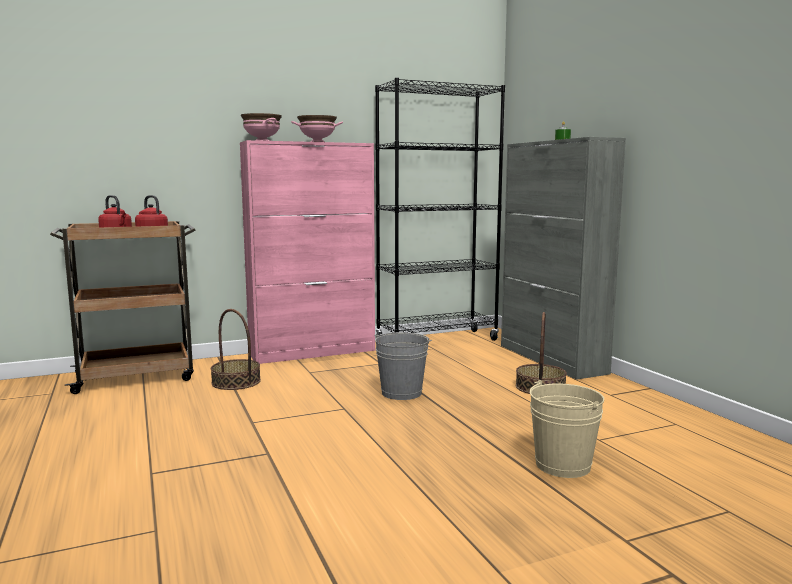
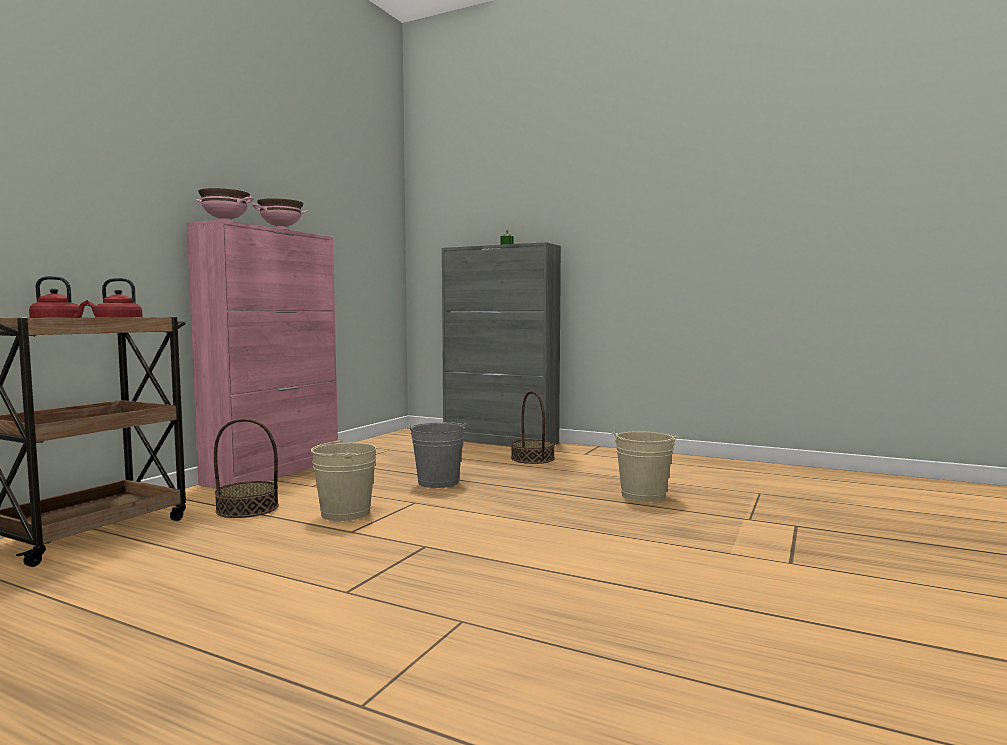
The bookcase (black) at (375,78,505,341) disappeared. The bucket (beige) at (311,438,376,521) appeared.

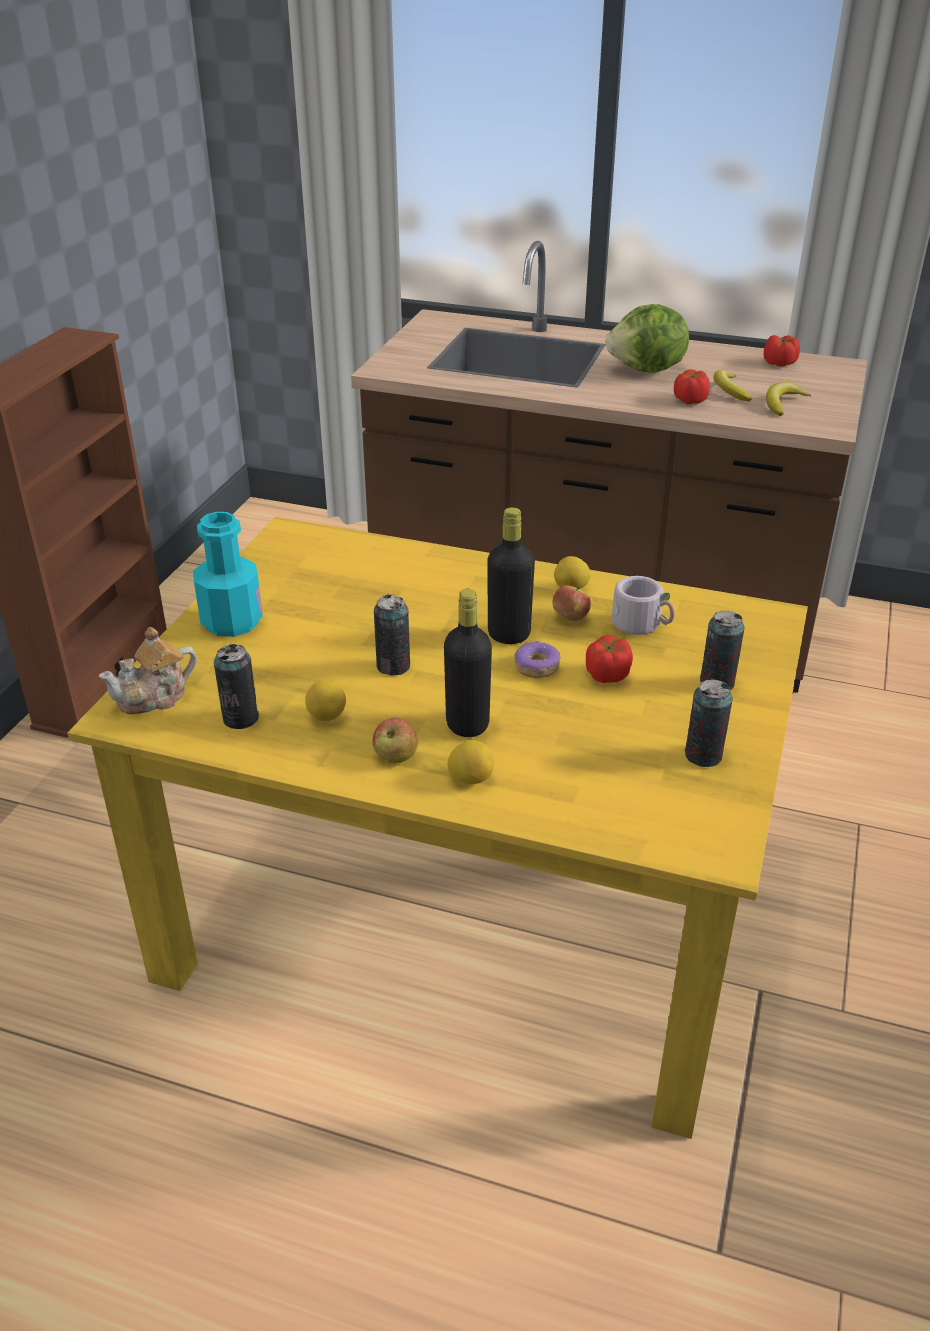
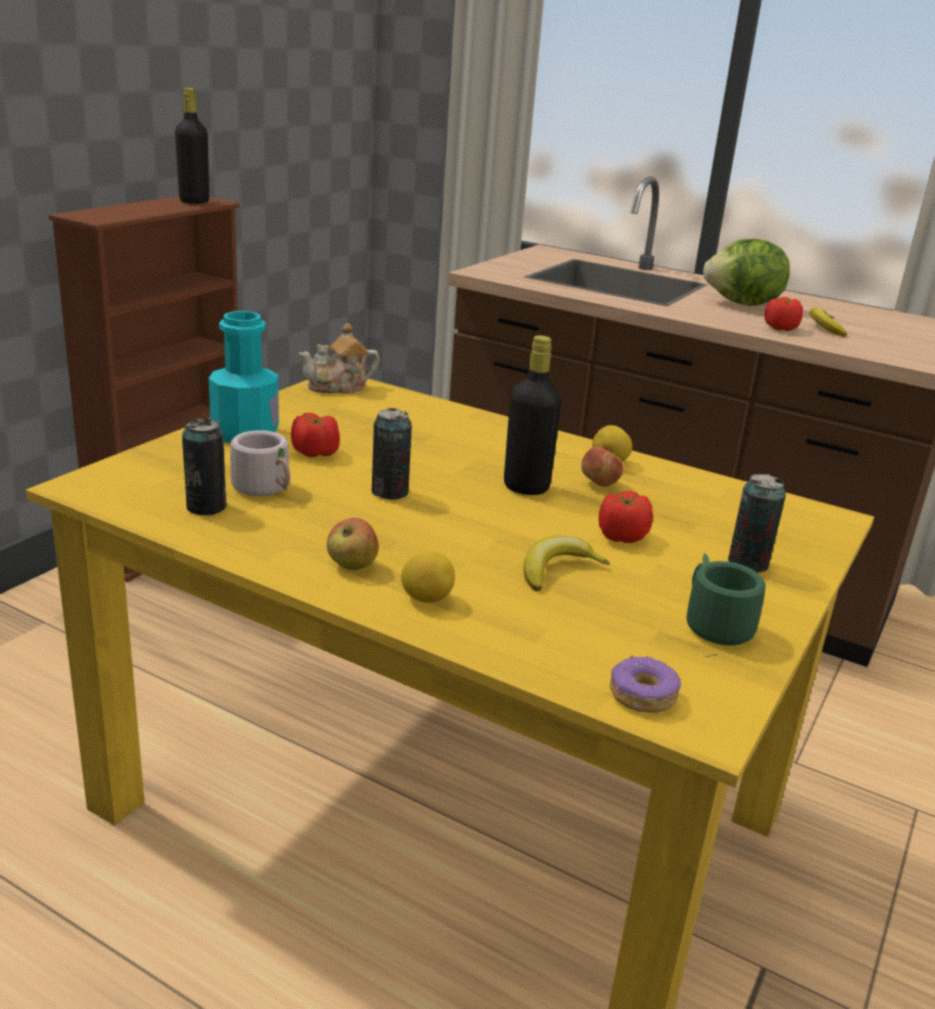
The lemon at (305,681,346,721) disappeared. The teapot moved from (98,627,197,714) to (298,323,380,394). The bottle (black) moved from (444,589,492,737) to (175,88,209,204). The donut moved from (514,641,560,678) to (610,655,681,713). The mug (grey) moved from (612,576,675,635) to (230,430,290,496). The tomato moved from (764,335,800,367) to (291,413,340,457). The banana moved from (766,382,811,416) to (523,535,610,591). The can at (685,679,733,767) was replaced by the mug (green) at (687,553,765,657).

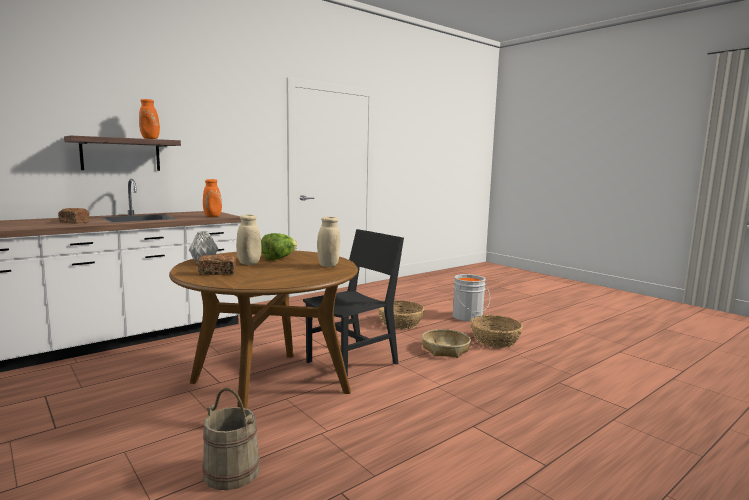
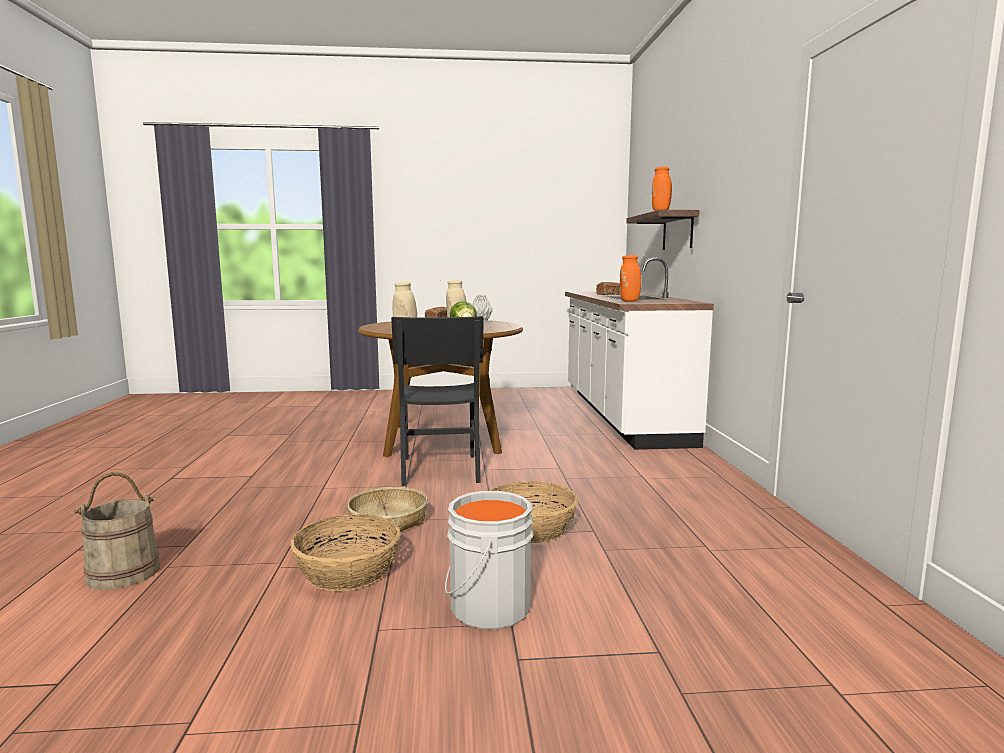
The bucket (beige) moved from (202,388,260,490) to (74,472,160,590).

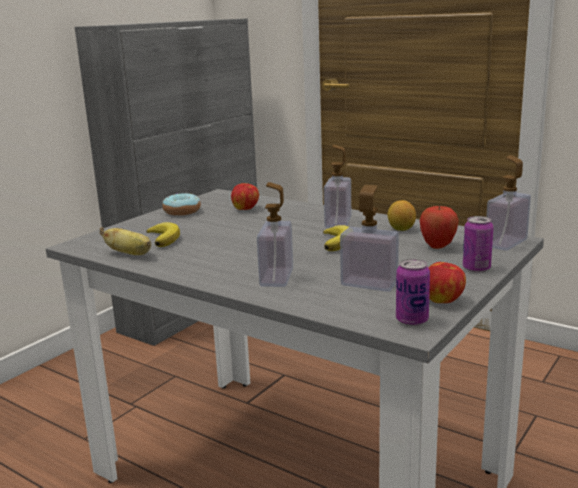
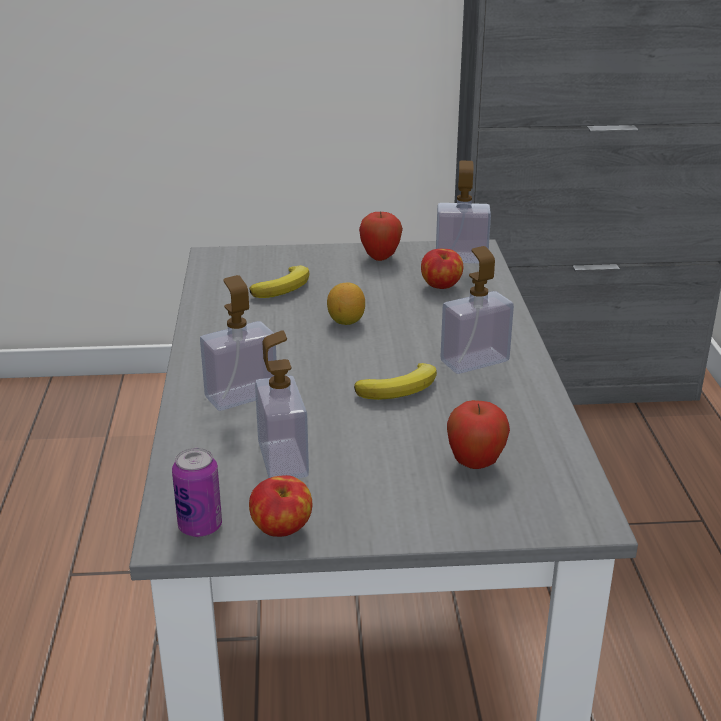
The banana at (100,227,151,255) disappeared. The can at (463,216,493,273) disappeared. The lemon moved from (388,200,416,231) to (327,283,365,325). The soap dispenser moved from (486,155,531,251) to (436,161,491,263). The donut at (162,193,201,216) was replaced by the apple at (359,212,403,261).

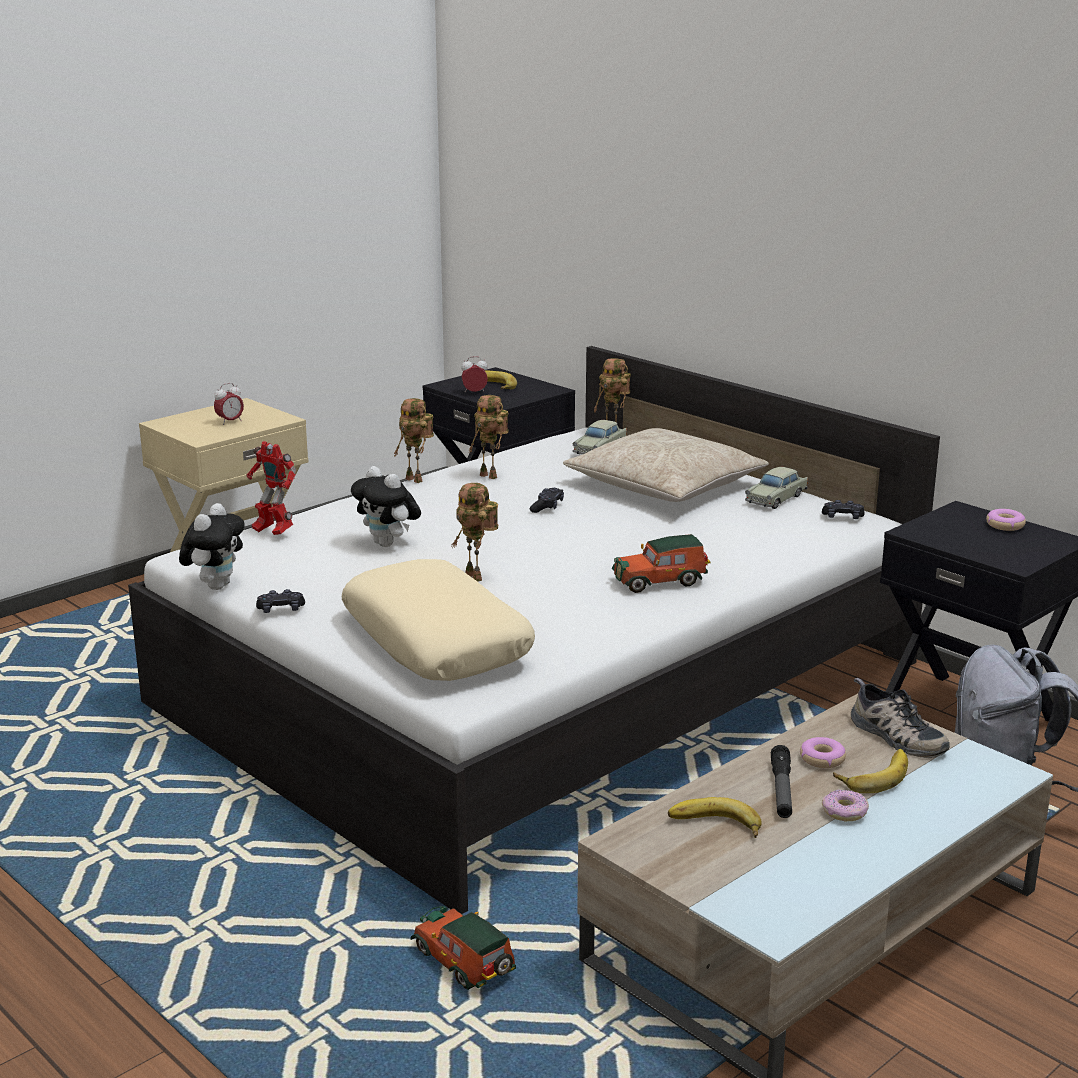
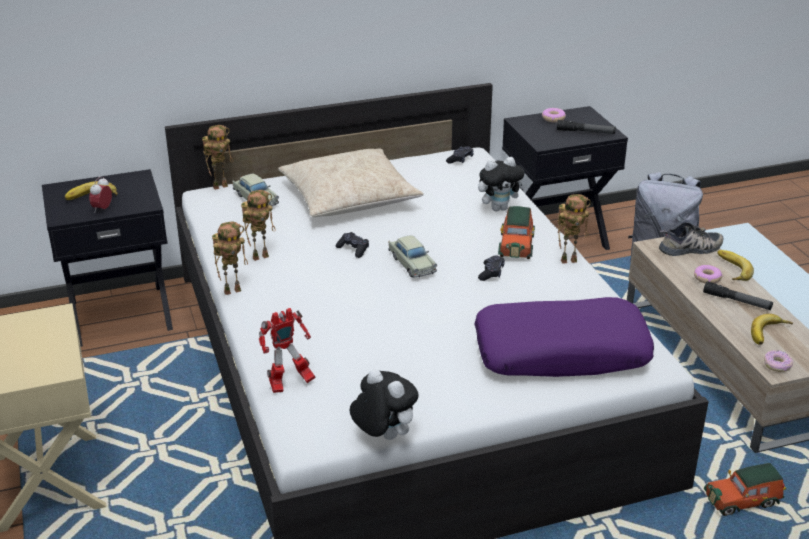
The alarm clock at (214,383,244,425) disappeared. The flashlight at (557,120,616,134) appeared. The game controller (black) moved from (256,589,305,613) to (478,255,505,281). The plush toy moved from (351,466,421,547) to (478,157,526,211). The toy robot moved from (452,483,498,582) to (558,194,591,264). The toy car (beige) moved from (745,467,808,509) to (389,235,437,278). The donut moved from (822,789,869,821) to (764,350,793,372). The pillow (beige) at (342,559,535,681) became the pillow (purple) at (474,297,654,377).

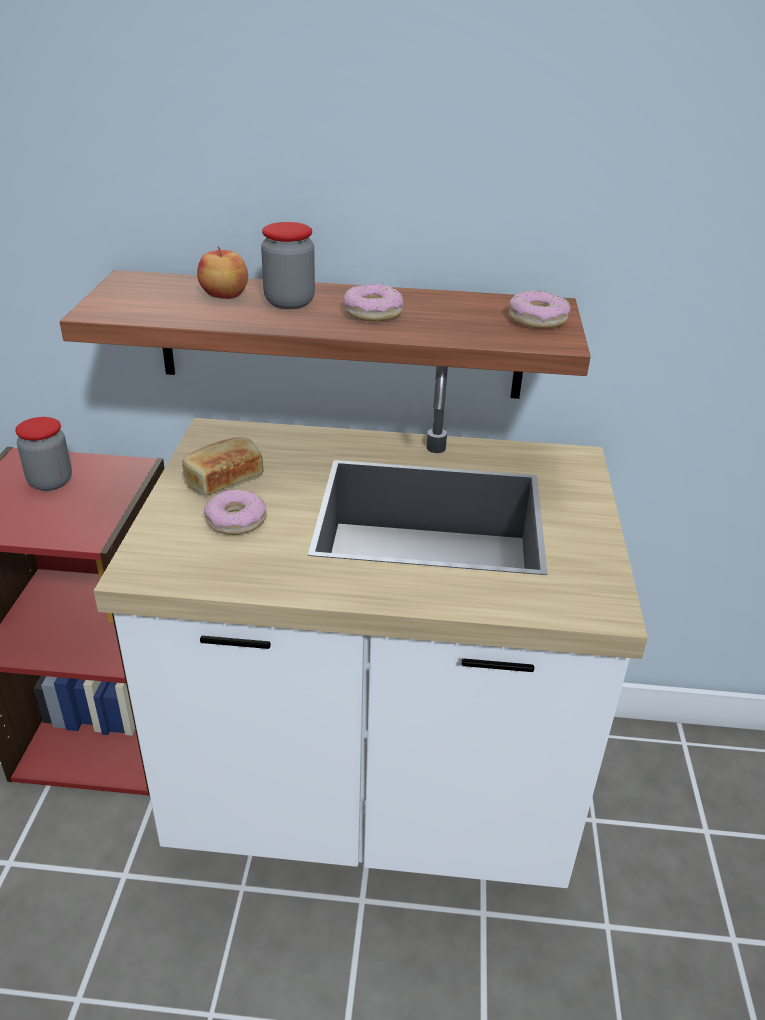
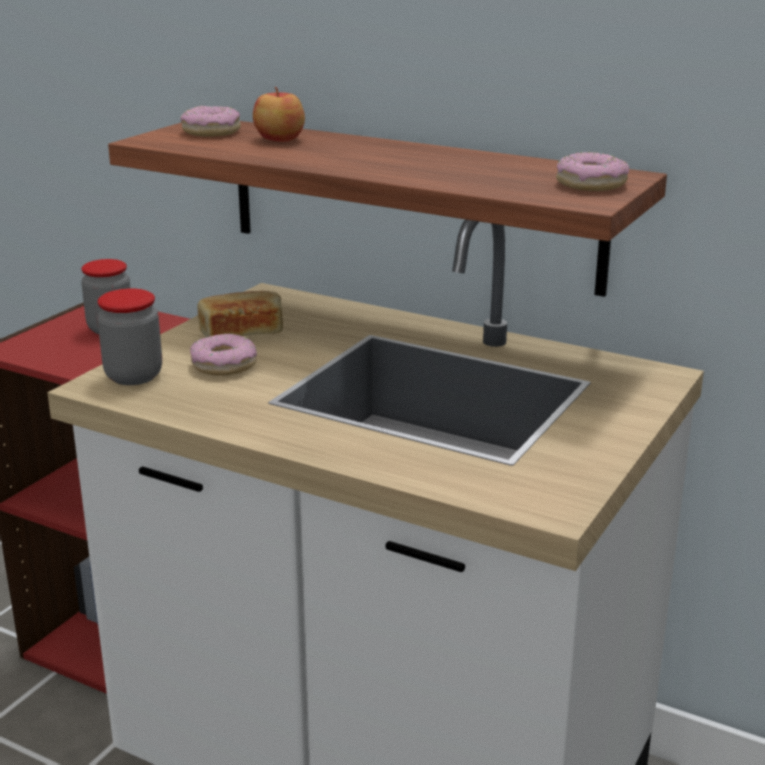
The jar moved from (261,222,315,309) to (97,288,162,385). The donut moved from (344,284,403,321) to (180,106,241,137).

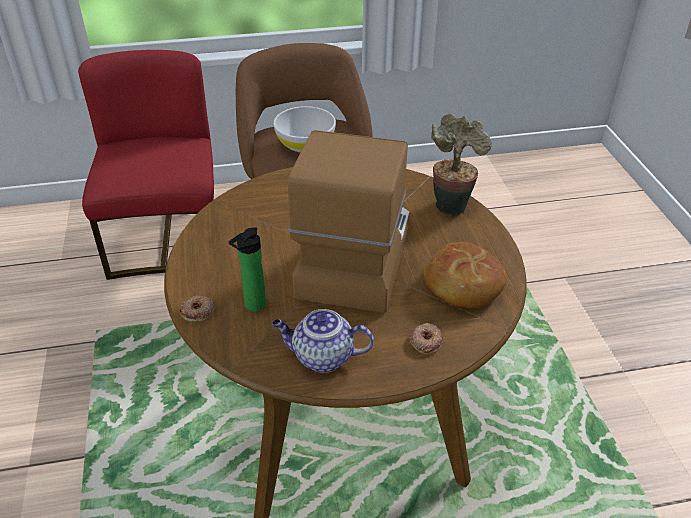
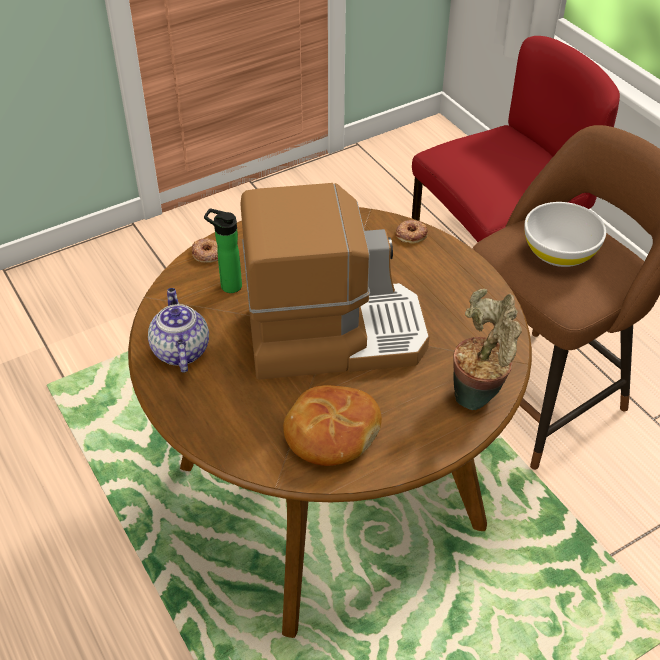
The donut moved from (409,323,443,354) to (395,220,428,244).

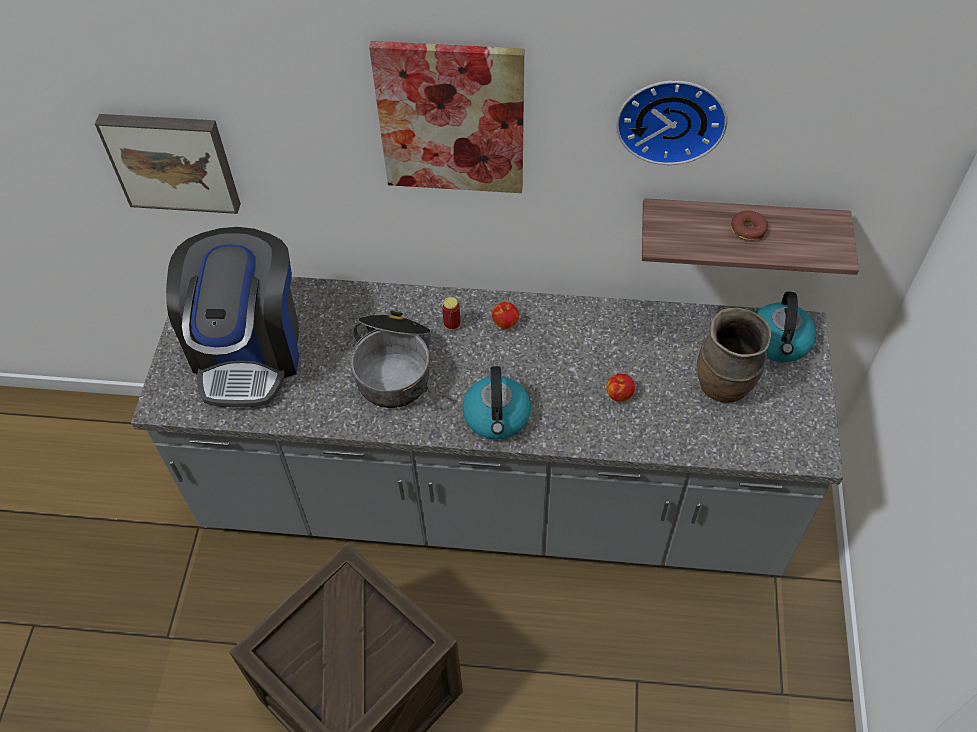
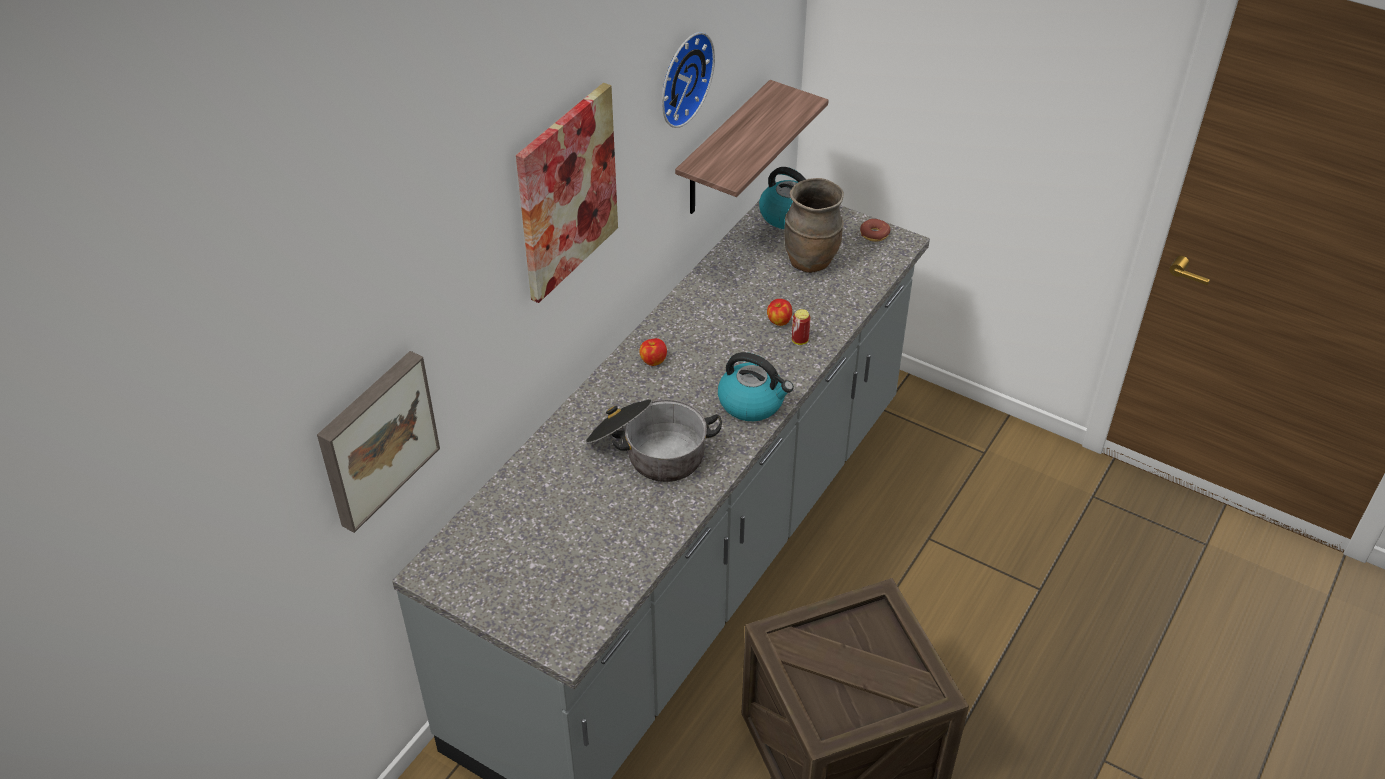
The coffee machine at (166,227,299,407) disappeared. The can moved from (442,297,460,330) to (792,309,810,345). The donut moved from (731,210,768,241) to (860,219,890,242).

